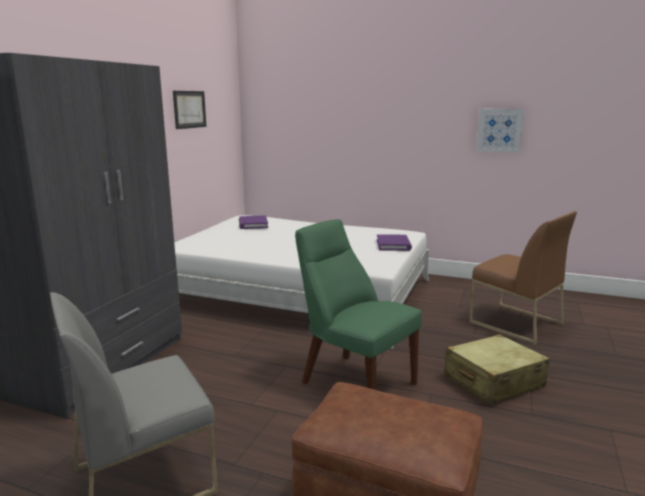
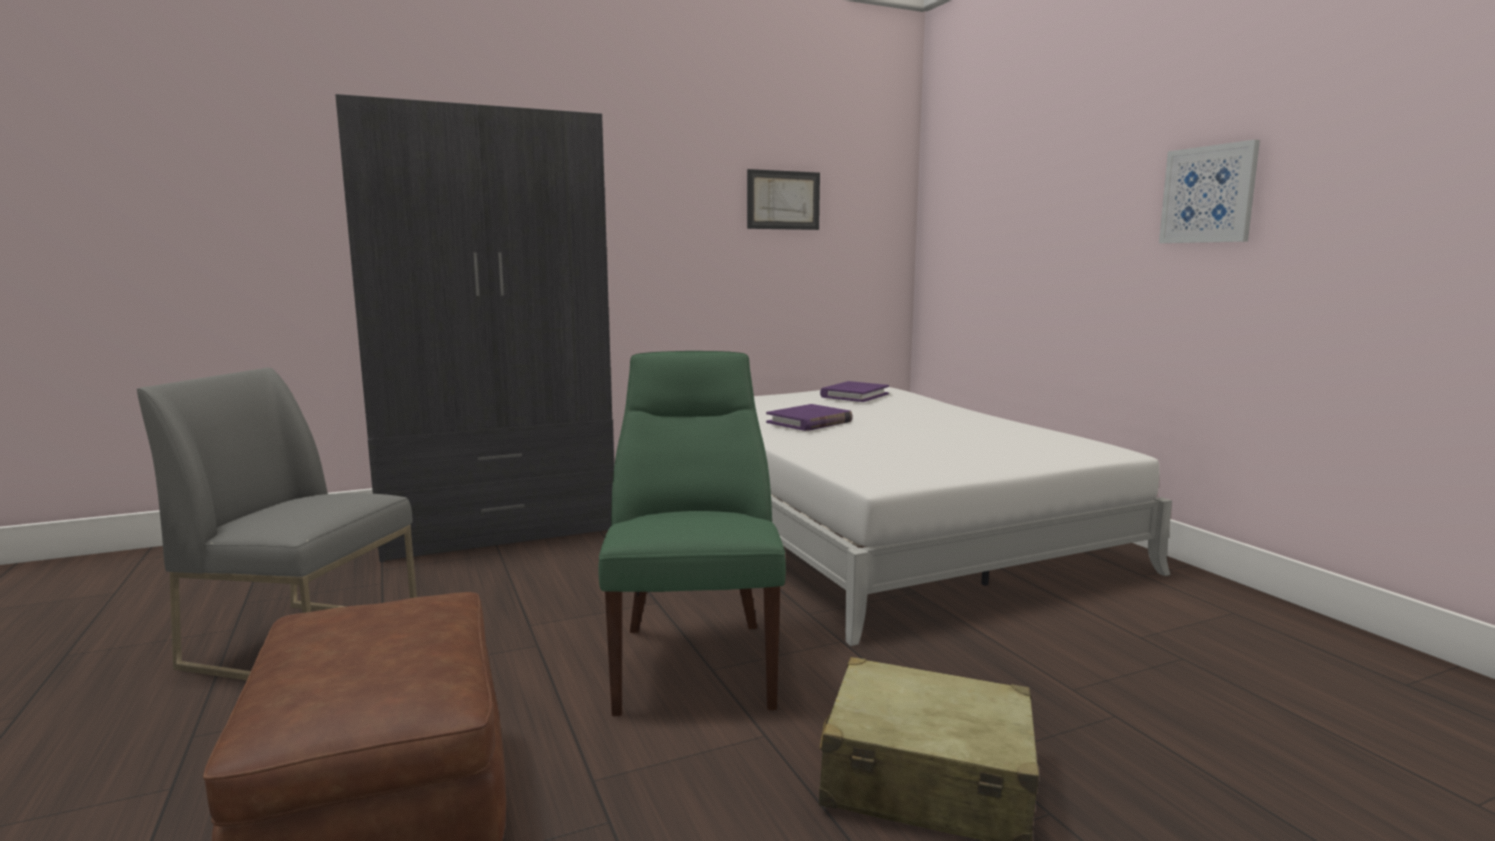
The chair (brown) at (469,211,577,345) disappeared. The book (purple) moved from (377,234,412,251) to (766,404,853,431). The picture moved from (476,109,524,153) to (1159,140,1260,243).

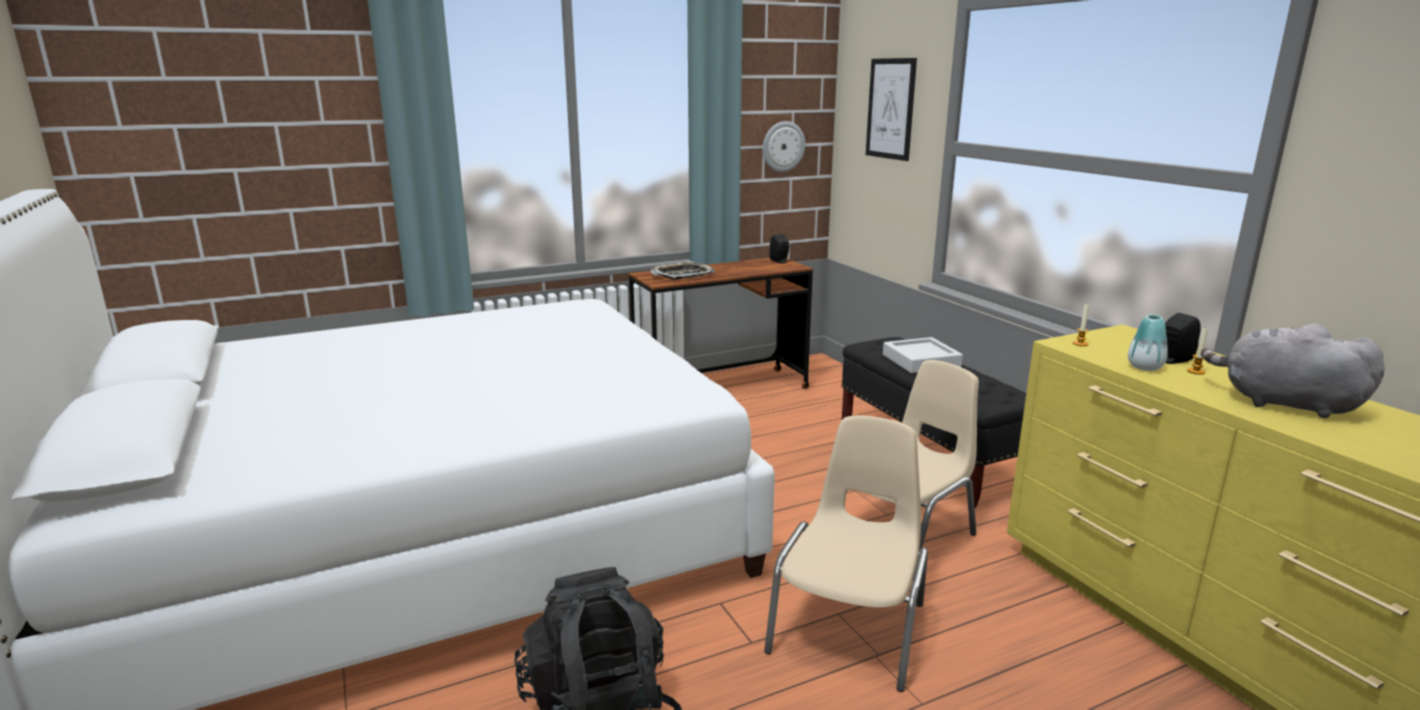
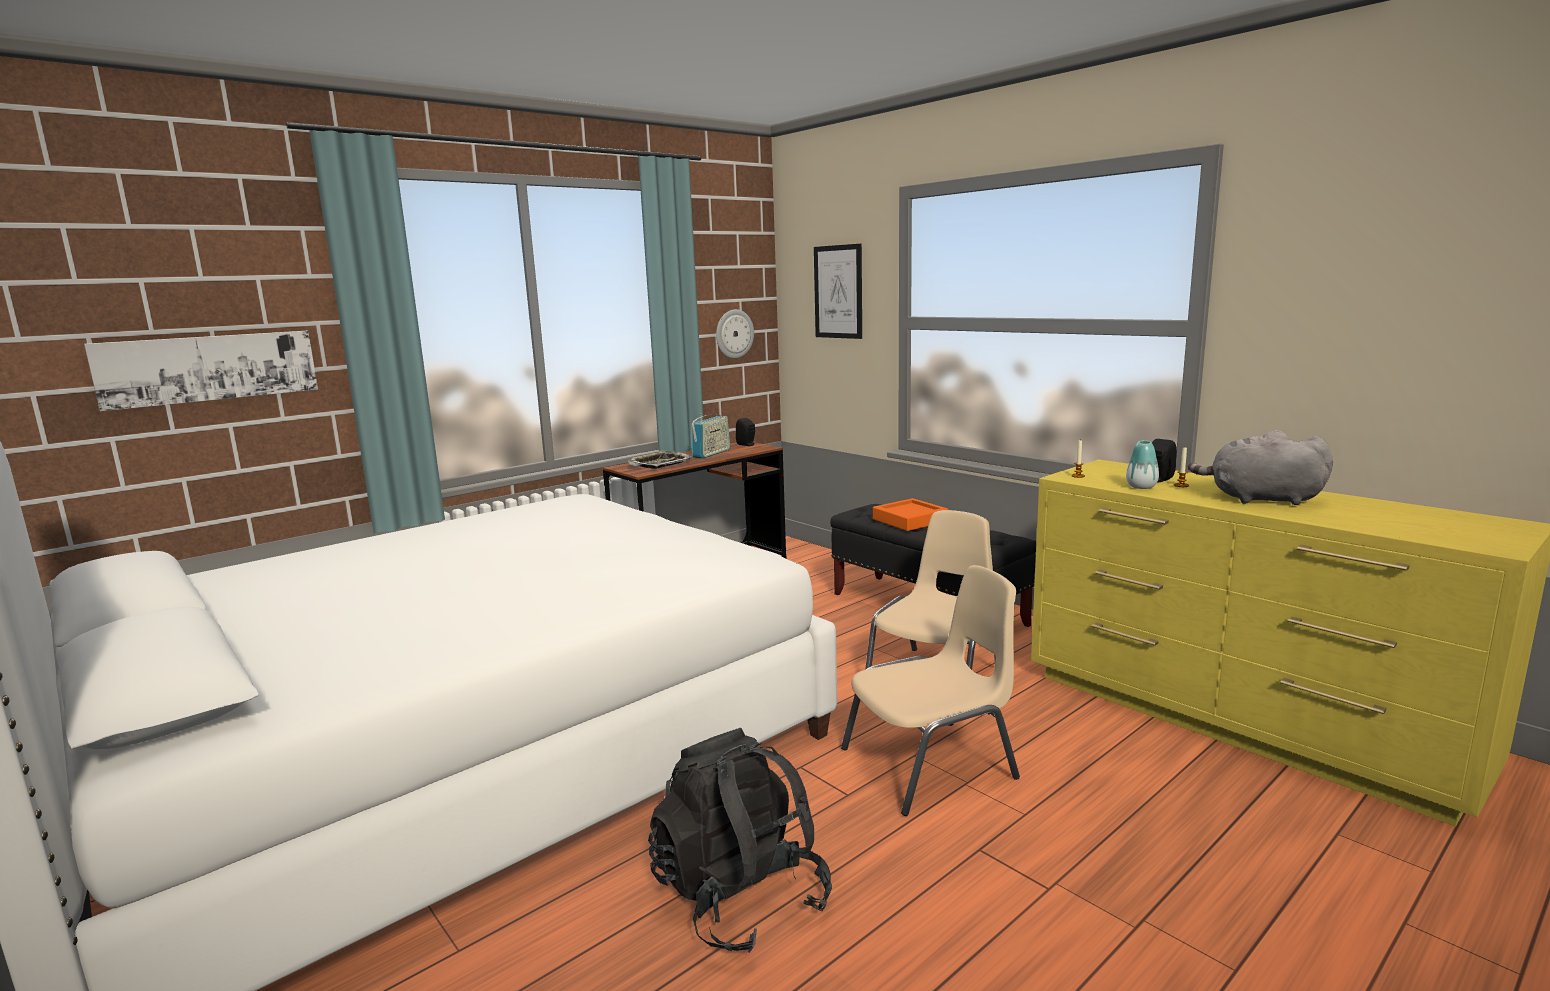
The picture at (84,331,318,411) appeared. The radio at (692,413,730,459) appeared. The tray (grey) at (883,337,963,373) became the tray (orange) at (873,498,949,531). The chair (beige) at (764,415,928,692) turned 60 degrees clockwise.

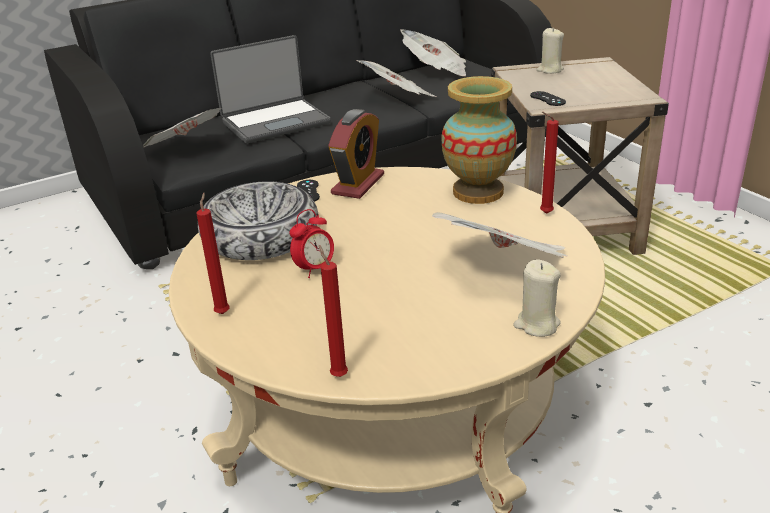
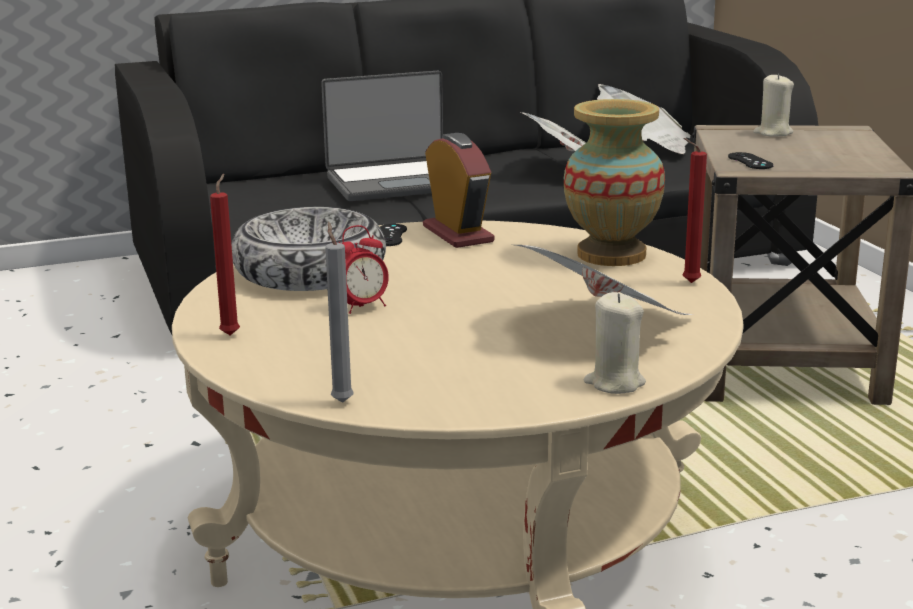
The newspaper at (143,108,221,147) disappeared. The candle (red) at (319,245,348,377) became the candle (grey) at (325,222,354,403). The alarm clock at (328,109,384,199) turned 60 degrees counterclockwise.

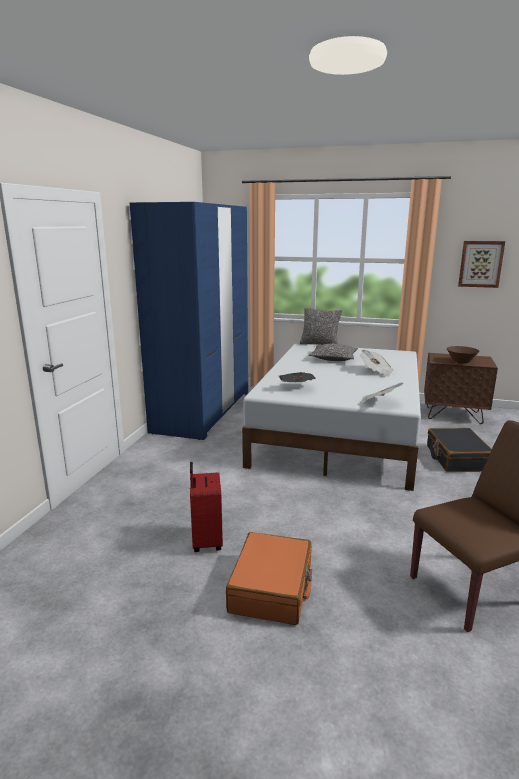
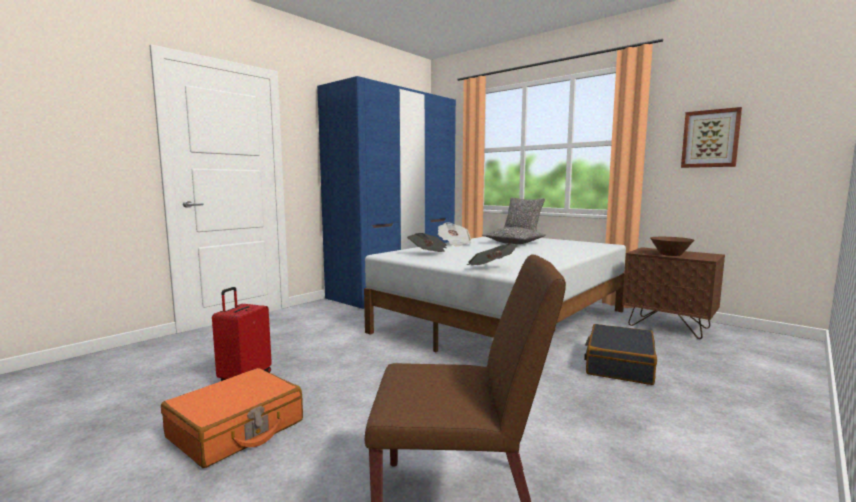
The newspaper moved from (360,350,393,377) to (438,222,471,246).

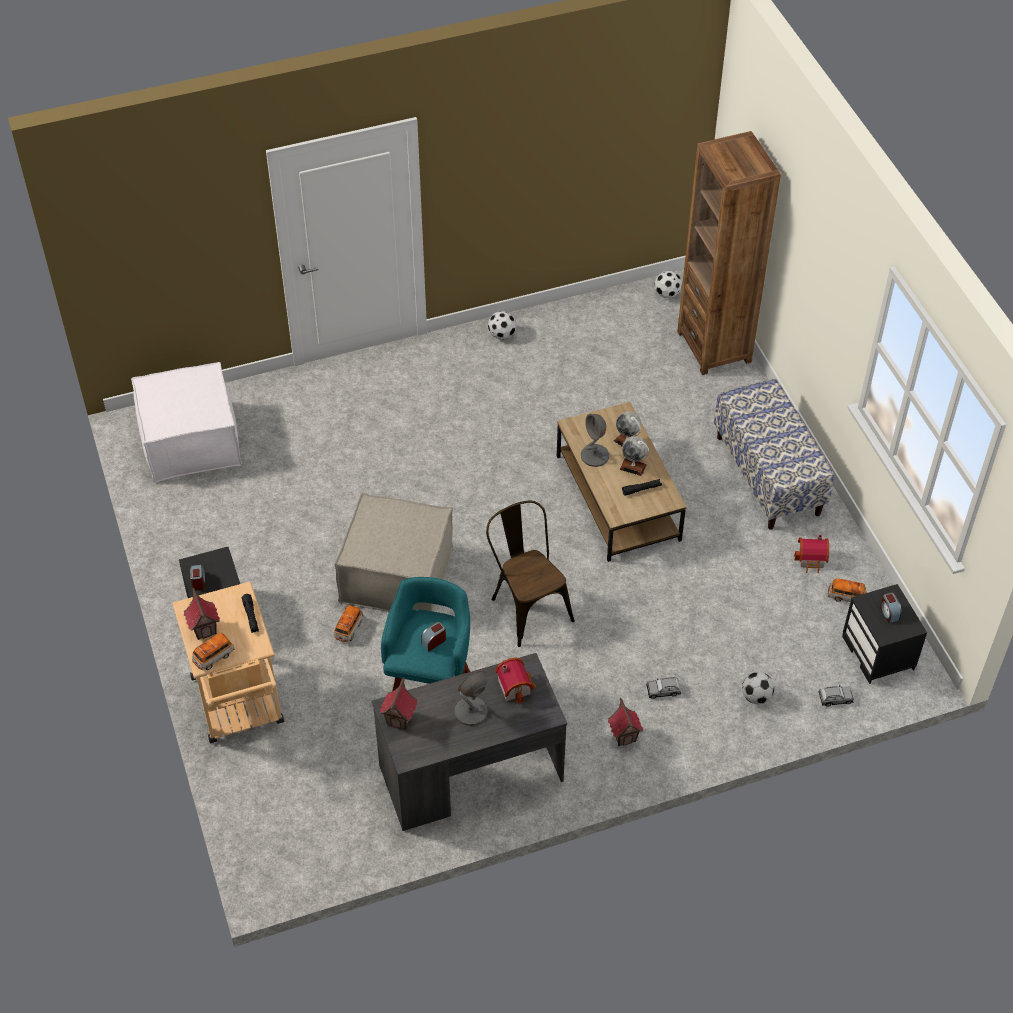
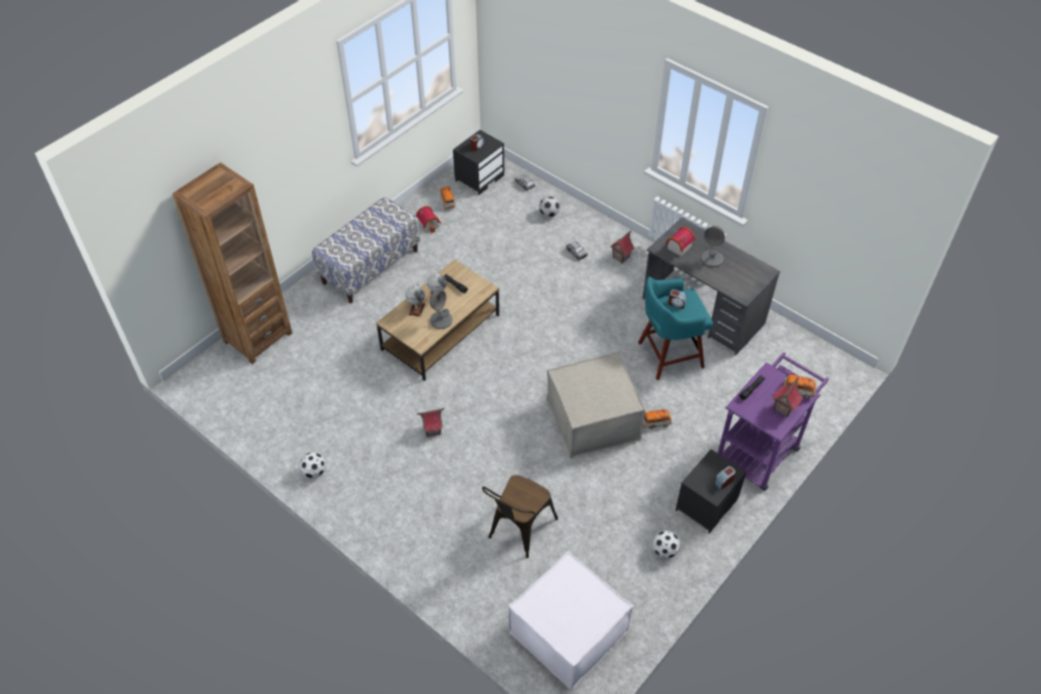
The toy house moved from (380,677,417,730) to (417,408,444,437). The chair (brown) moved from (486,501,575,647) to (482,475,558,558). The football moved from (654,271,682,298) to (653,530,680,559). The cart (beige) at (172,581,284,743) became the cart (purple) at (718,352,829,491).

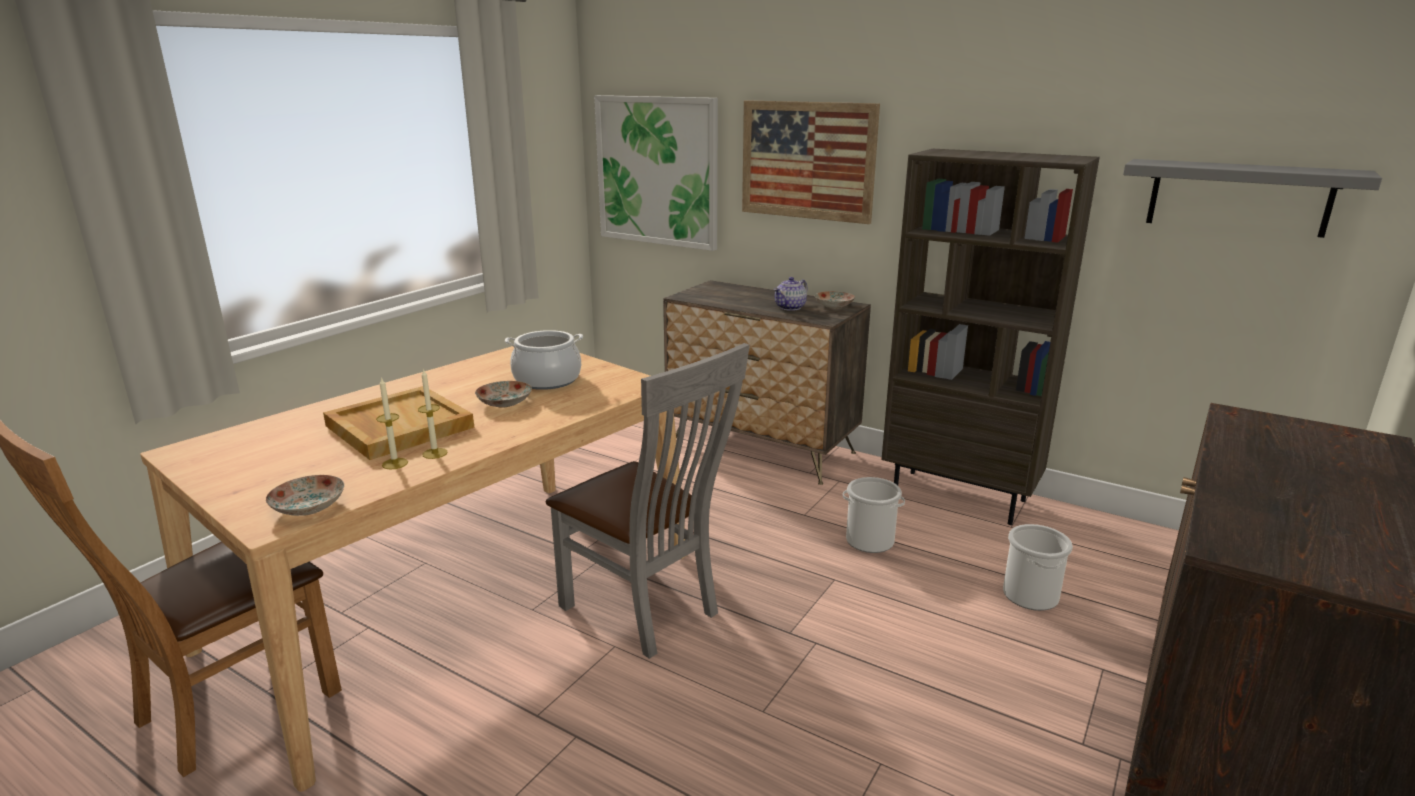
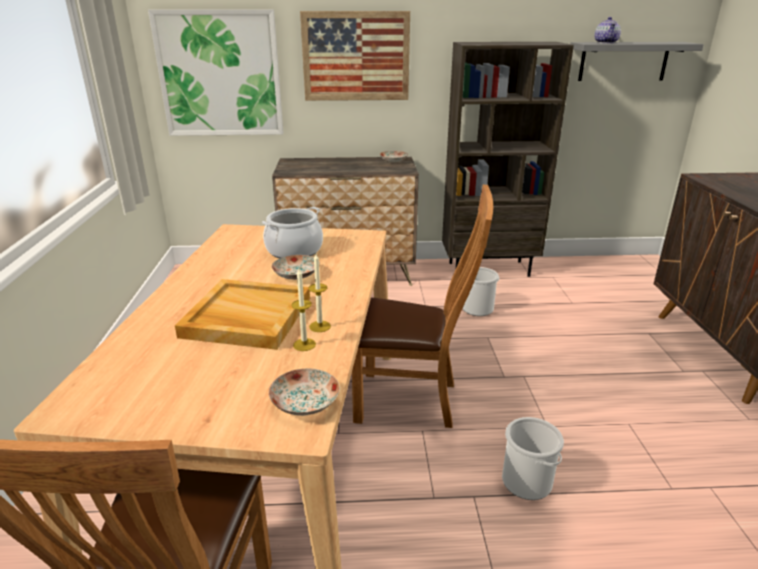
The teapot moved from (774,277,808,311) to (594,17,621,43). The bucket moved from (1003,524,1073,611) to (502,417,564,500). The chair (grey) at (546,343,750,659) became the chair (brown) at (352,184,493,428).

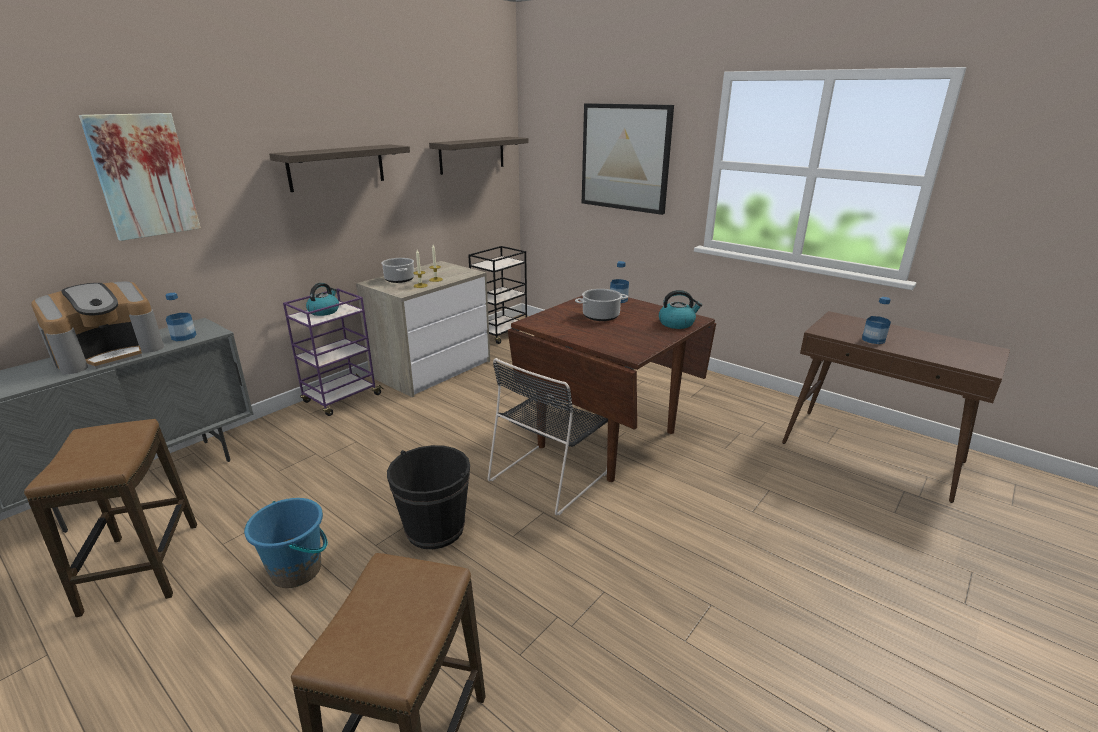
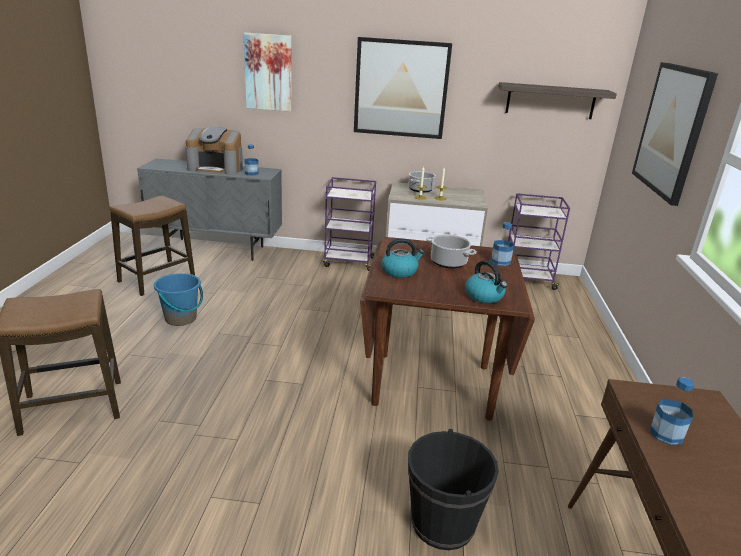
The chair (black) at (488,358,608,516) disappeared. The kettle moved from (306,283,339,316) to (381,238,424,278). The bucket (black) moved from (387,445,470,549) to (408,429,499,550). The shelf at (269,145,410,192) was replaced by the picture at (354,37,452,139). The cart (black) at (468,246,527,344) became the cart (purple) at (508,193,570,290).

